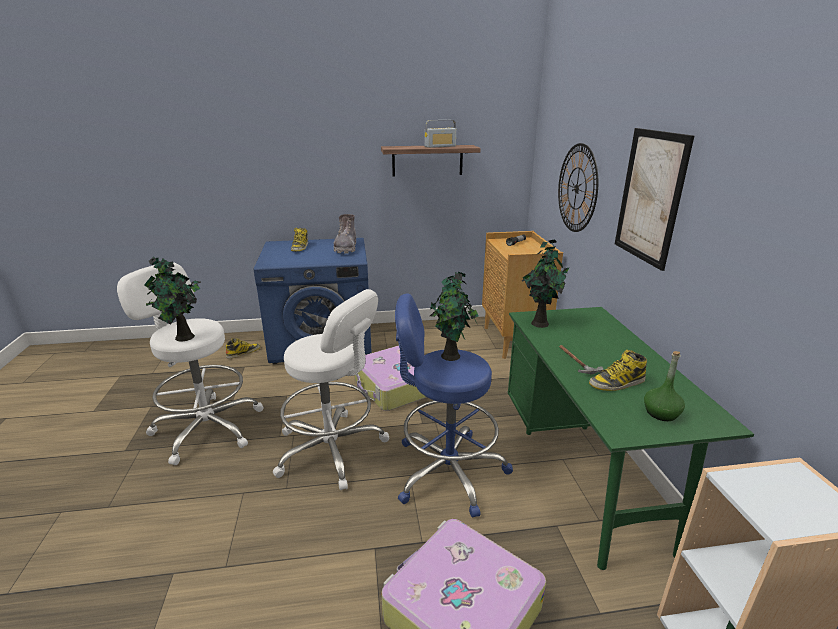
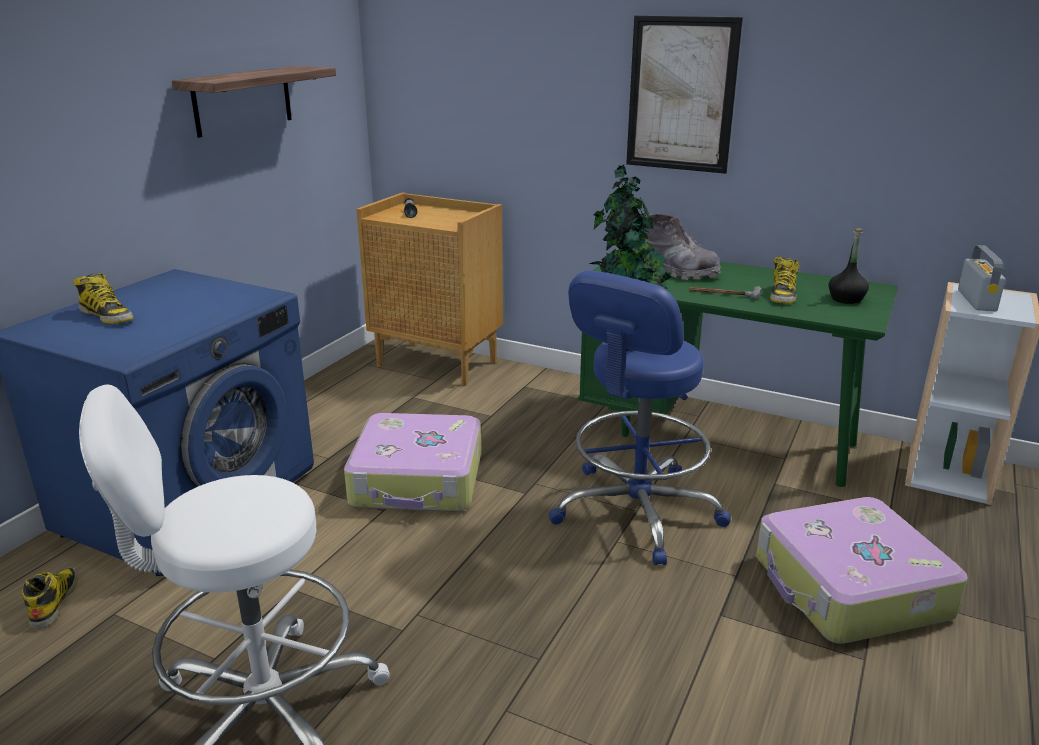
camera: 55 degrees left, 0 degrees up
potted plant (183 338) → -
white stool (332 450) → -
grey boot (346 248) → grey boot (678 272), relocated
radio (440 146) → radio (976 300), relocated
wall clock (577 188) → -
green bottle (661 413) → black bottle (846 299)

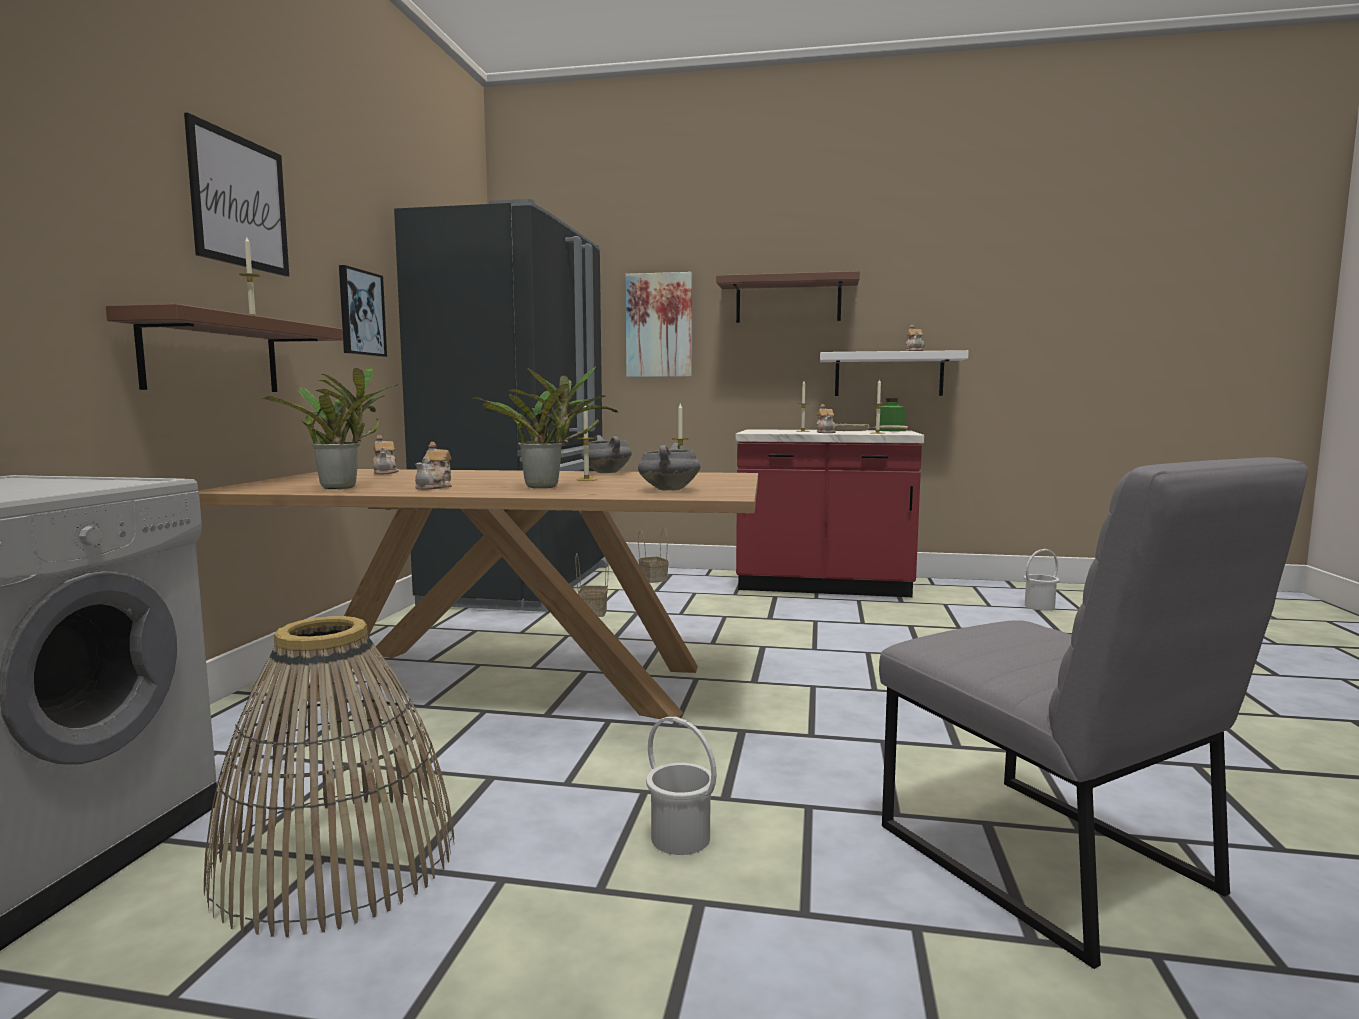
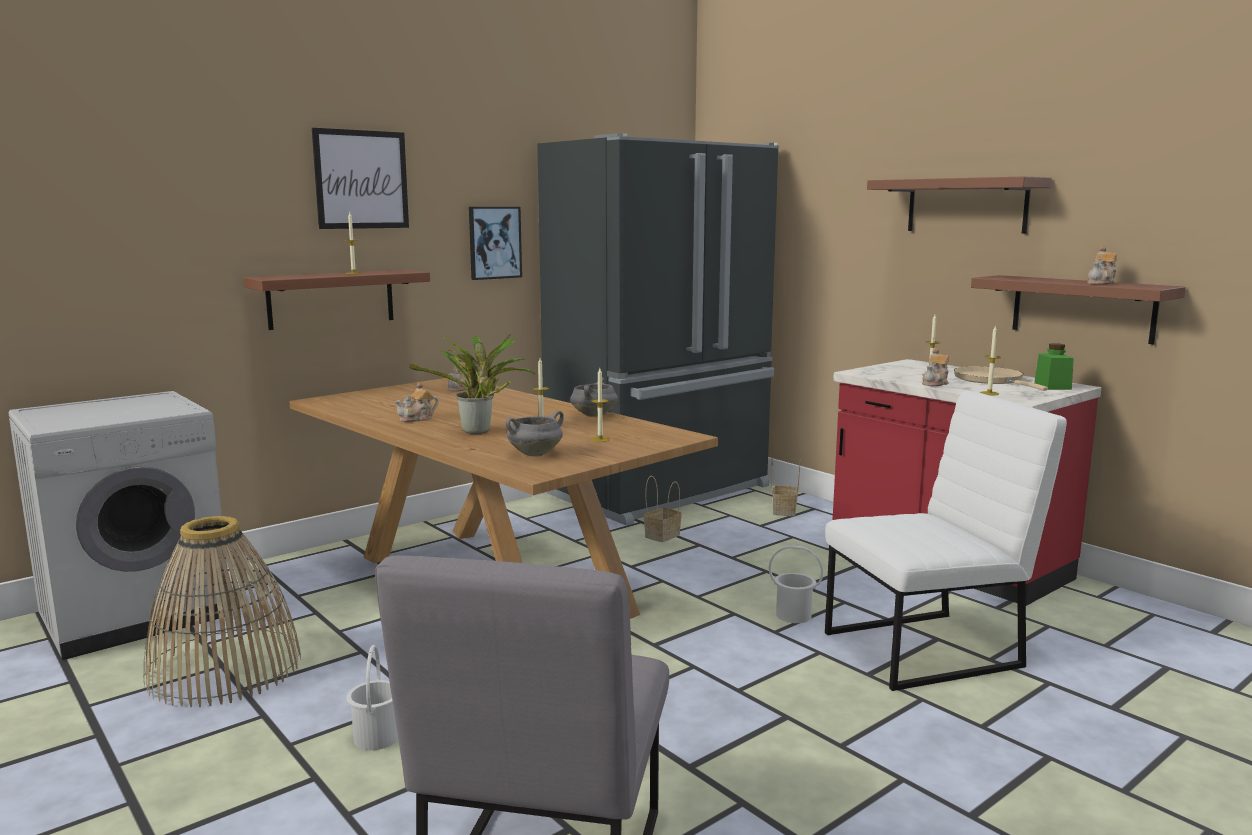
camera: 40 degrees right, 5 degrees up
potted plant (343 487) → -
picture (659 325) → -
white shelf (888 374) → brown shelf (1082 308)
white bucket (1039 606) → white bucket (793 615), relocated
- → white chair (927 649)

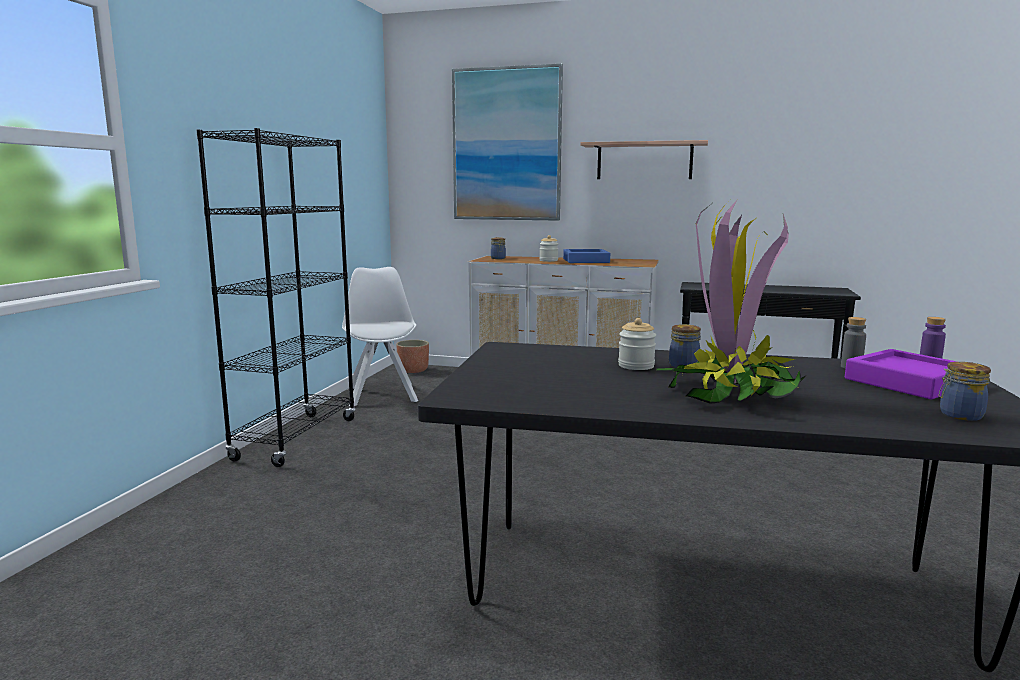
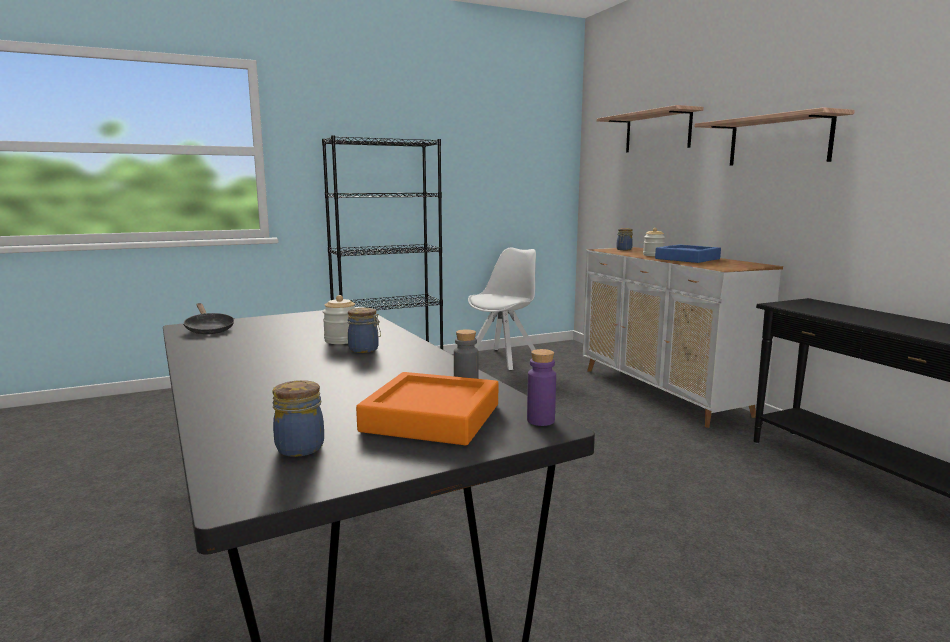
camera: 50 degrees right, 0 degrees up
planter (413 370) → -
picture (506 145) → shelf (657 132)
potted plant (731 392) → -
purple tray (908 382) → orange tray (431 418)
- → black frying pan (208 329)

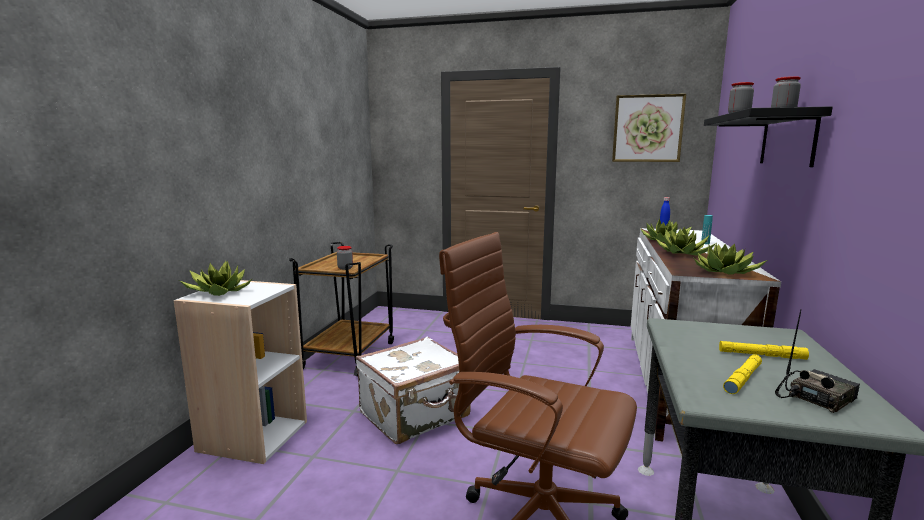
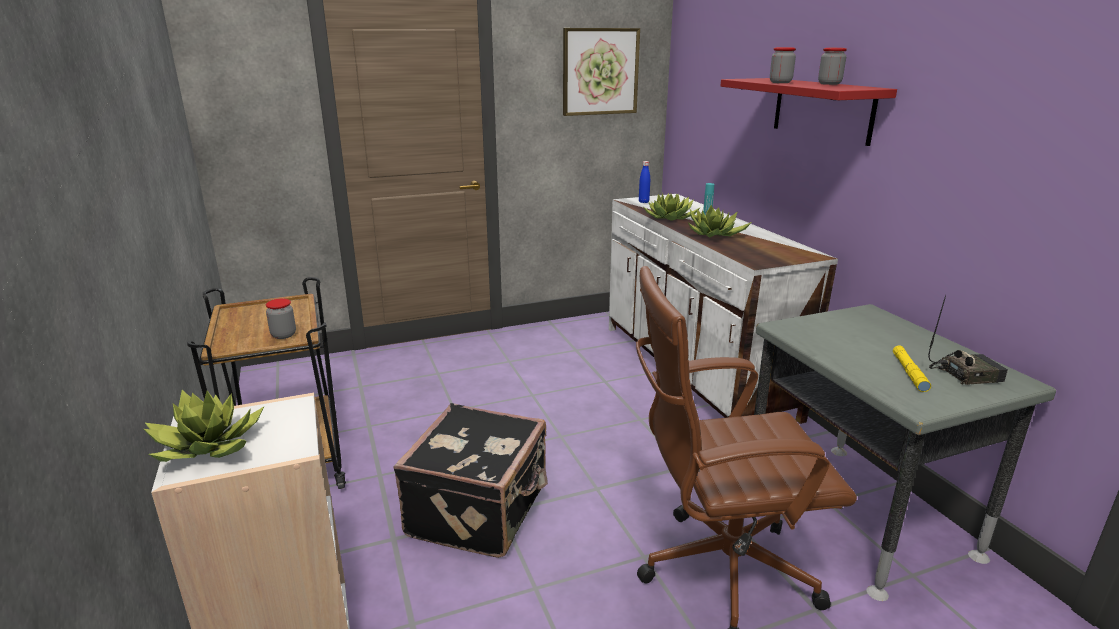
camera: 35 degrees left, 10 degrees up
white suitcase (416 415) → black suitcase (480 510)
potted plant (725 272) → -
black shelf (787 139) → red shelf (822 109)
yellow flashlight (761 355) → -
radio (814 397) → radio (965 374), 60 degrees clockwise

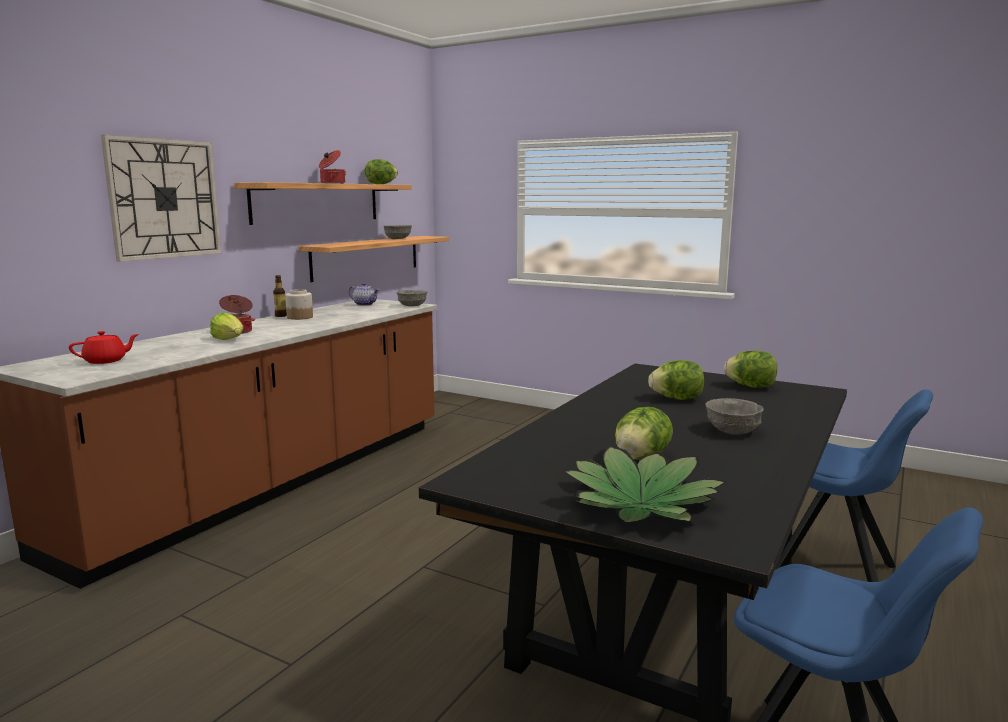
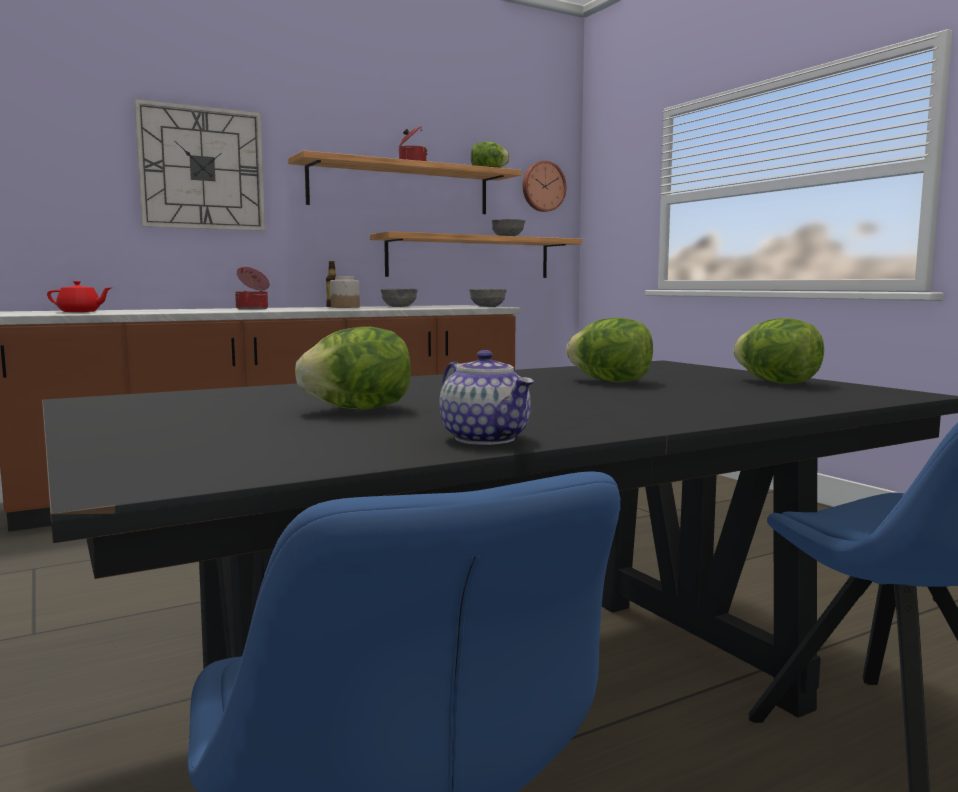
camera: 30 degrees right, 5 degrees down
lettuce (229 340) → -
teapot (365 304) → teapot (486 438), relocated
potted plant (640 503) → -
grey bowl (733 431) → grey bowl (400 306), relocated
- → wall clock (542 186)

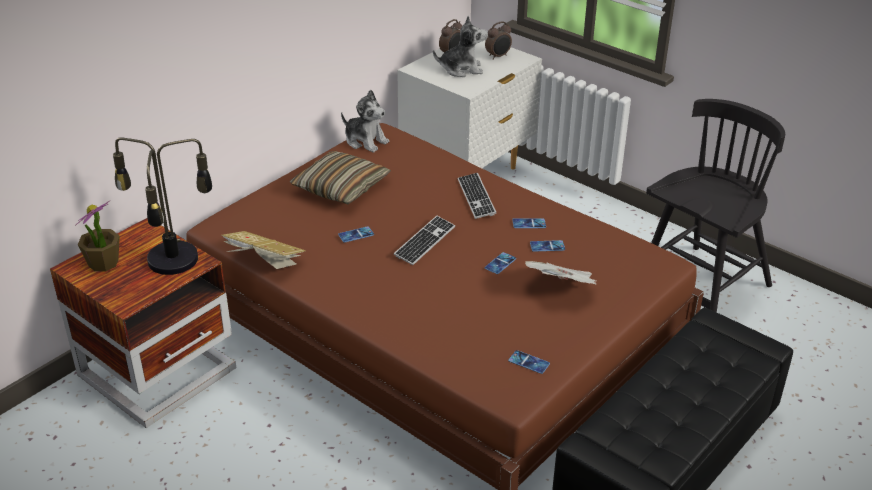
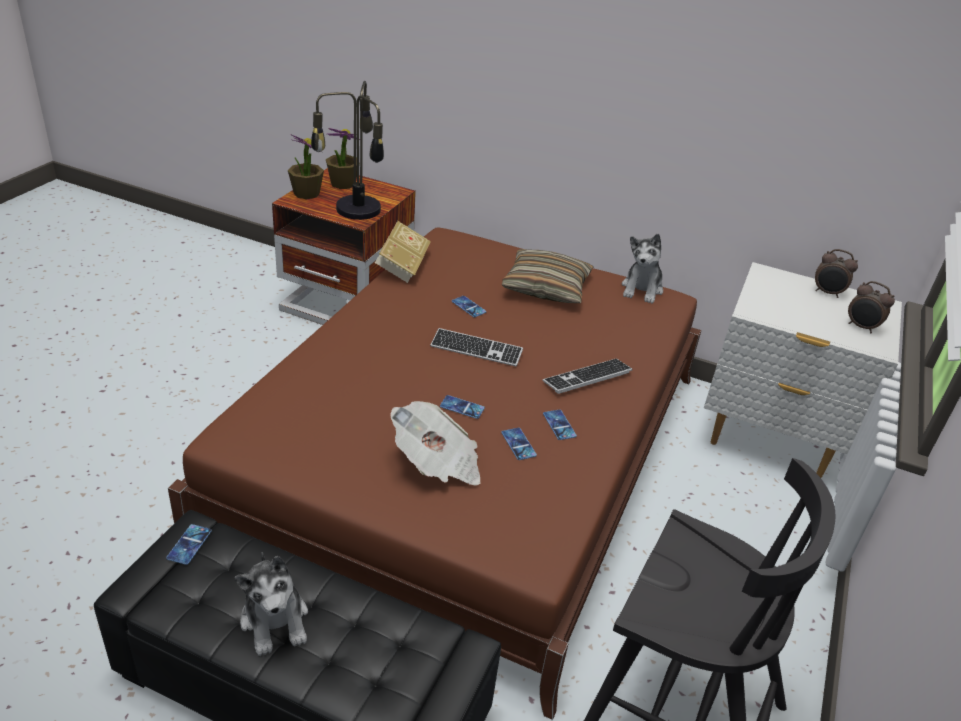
camera: 70 degrees right, 0 degrees up
plush toy (461 69) → plush toy (275 620), relocated
phone (529 362) → phone (189 544), relocated
- → potted plant (306 193)

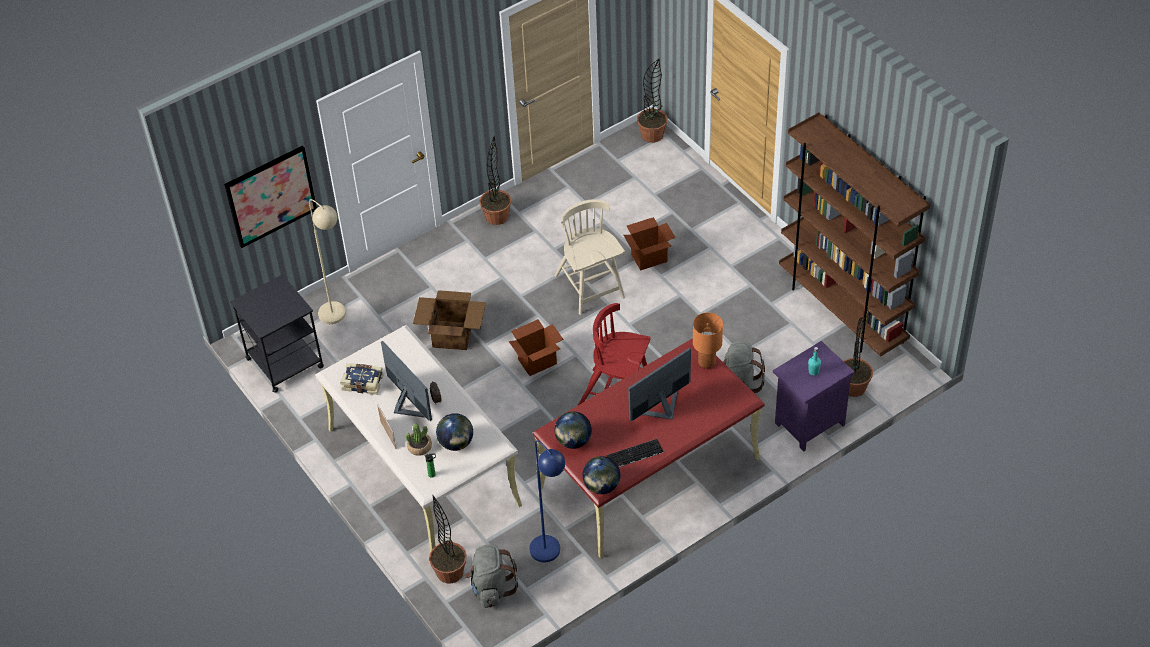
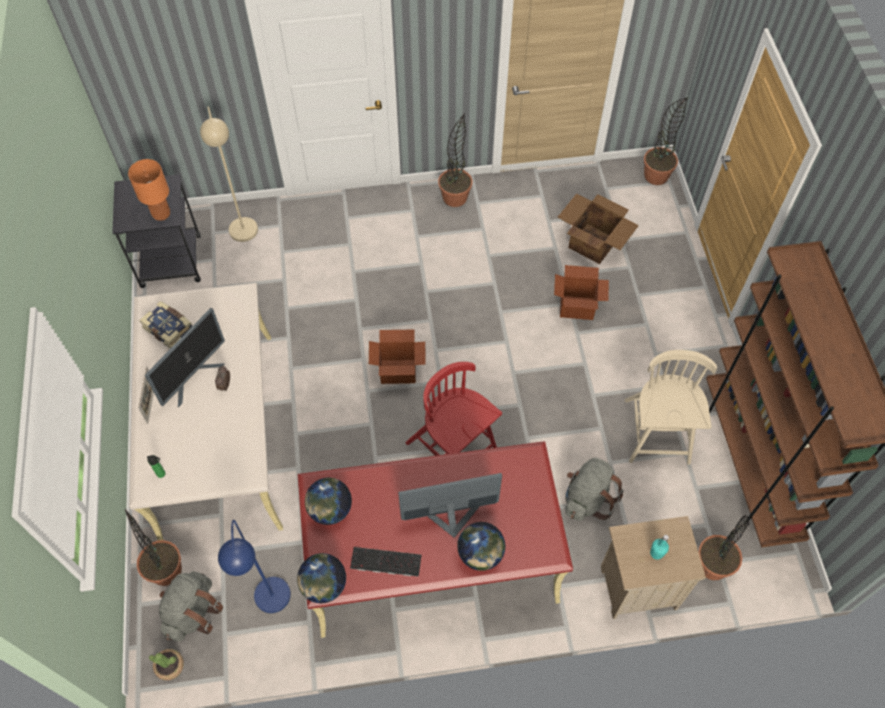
camera: 25 degrees right, 10 degrees up
picture (270 196) → -
monitor (407 405) → monitor (193 377), 45 degrees clockwise
potted plant (419 447) → potted plant (169 665), relocated
cardboard box (451 335) → cardboard box (592 243), relocated
globe (456 443) → globe (480 554), relocated
beige chair (590 287) → beige chair (657 433), relocated
orange table lamp (706 363) → orange table lamp (161 215), relocated
purple nightstand (807 423) → beige nightstand (636 585)

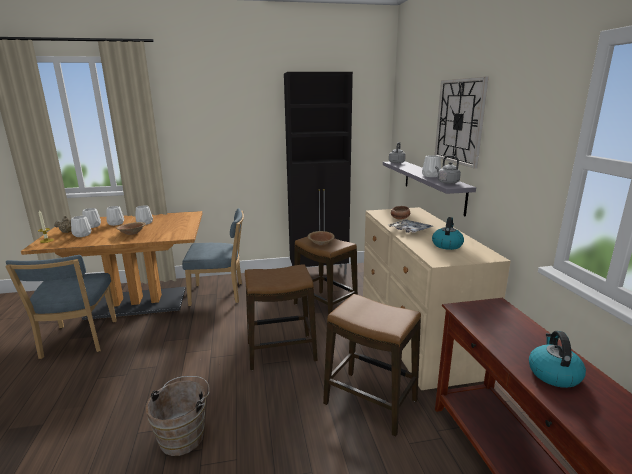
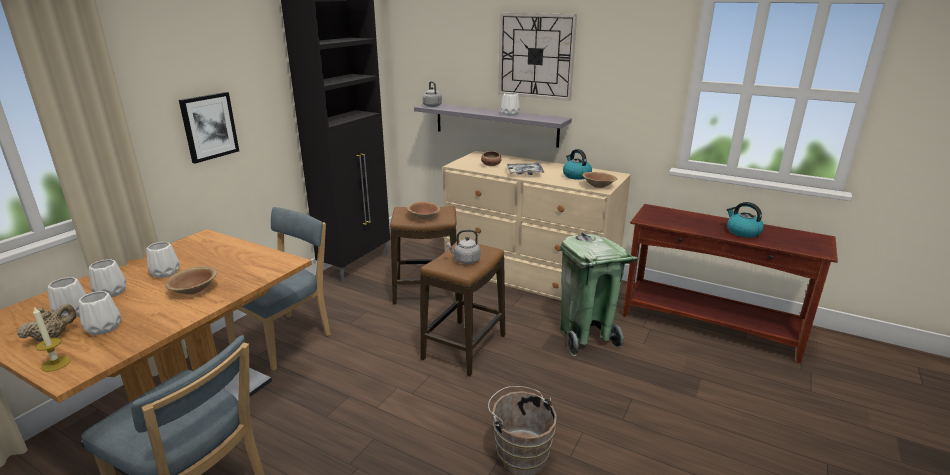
camera: 50 degrees left, 5 degrees up
stool (370 402) → green trash can (586 337)
grey kettle (447 182) → grey kettle (465 260), relocated
- → picture (209 126)
- → brown bowl (598 186)

